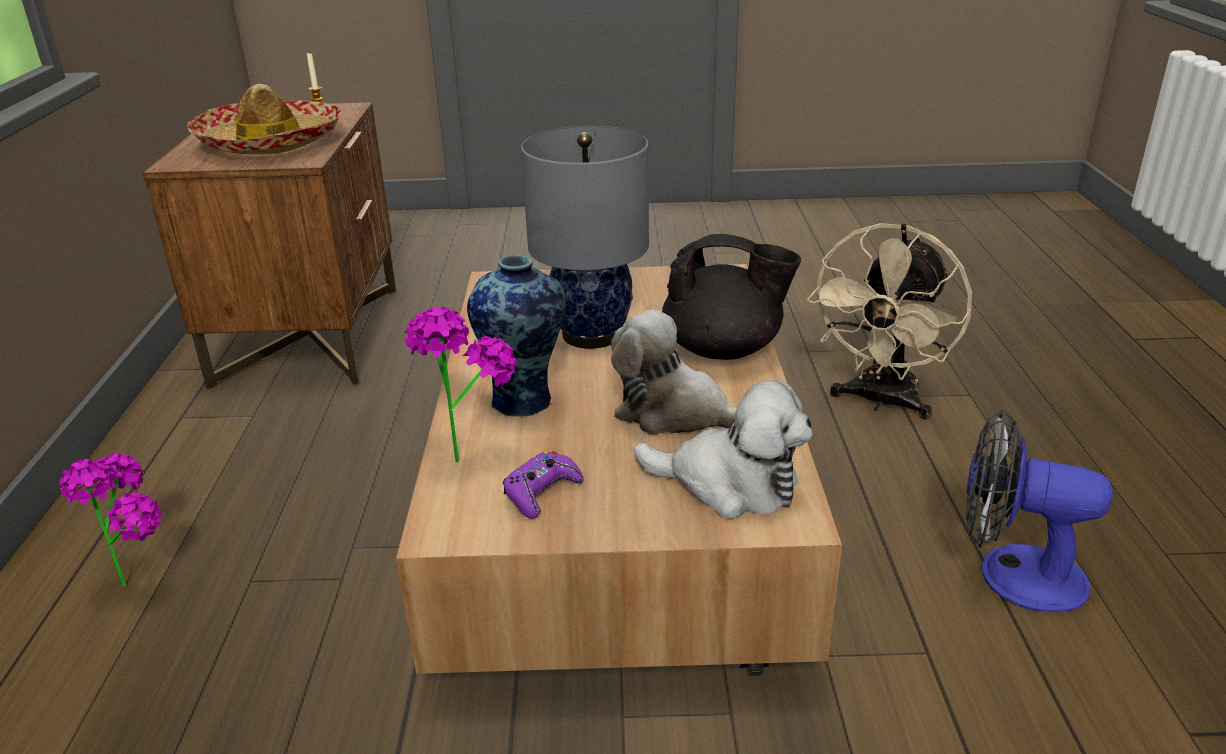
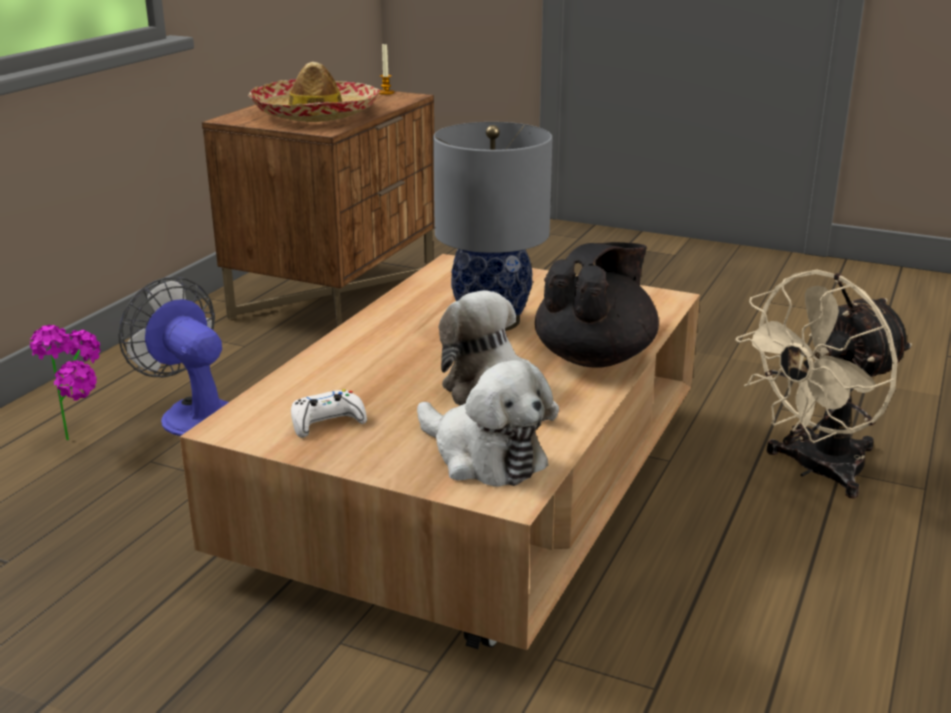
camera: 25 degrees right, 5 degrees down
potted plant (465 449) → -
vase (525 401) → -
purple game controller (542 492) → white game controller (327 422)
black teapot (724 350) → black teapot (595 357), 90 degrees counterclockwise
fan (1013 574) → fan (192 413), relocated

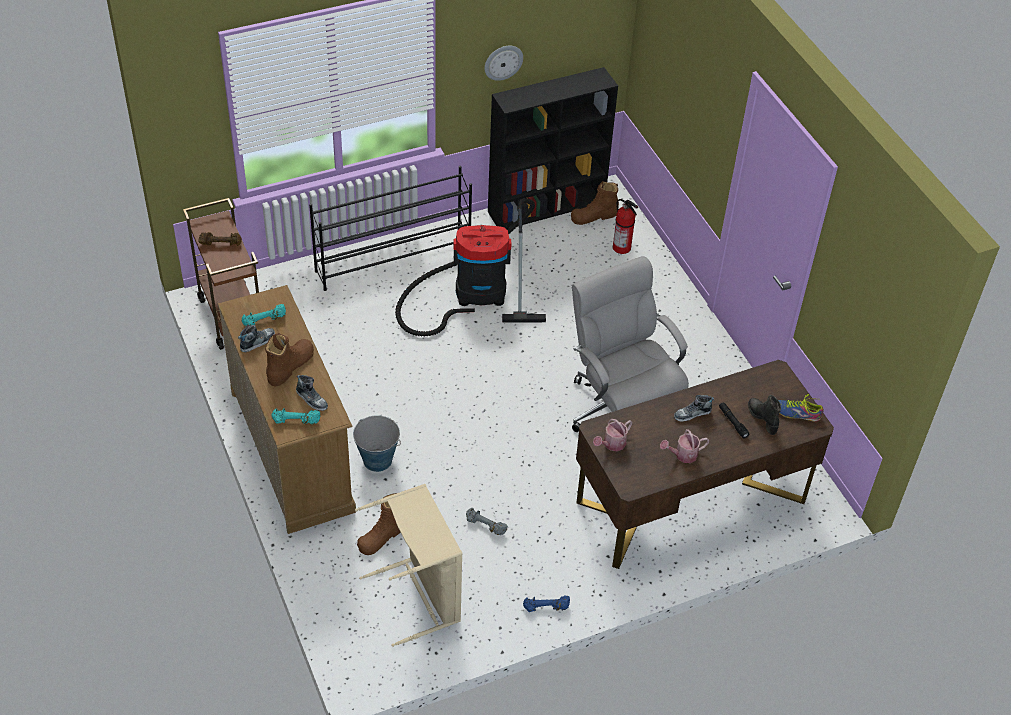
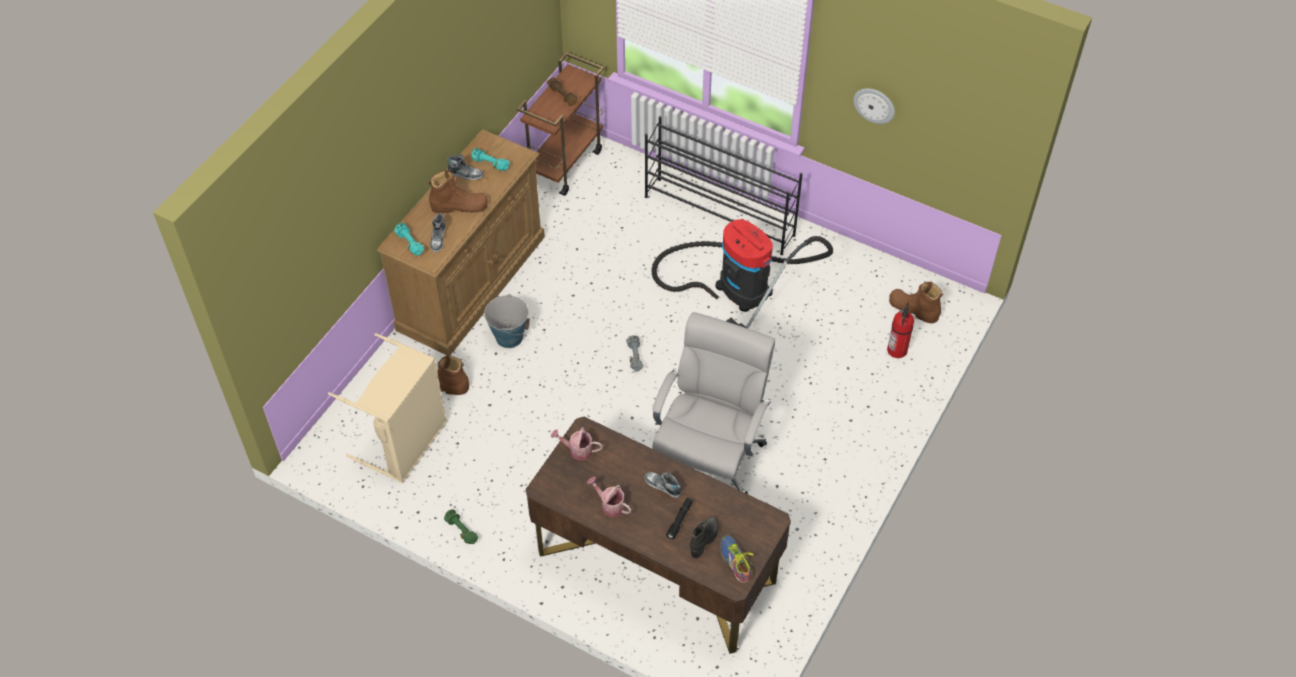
camera: 55 degrees right, 5 degrees up
grey dumbbell (485 526) → grey dumbbell (634 356), relocated
black bookcase (547 206) → -
blue dumbbell (546 608) → green dumbbell (461 530)

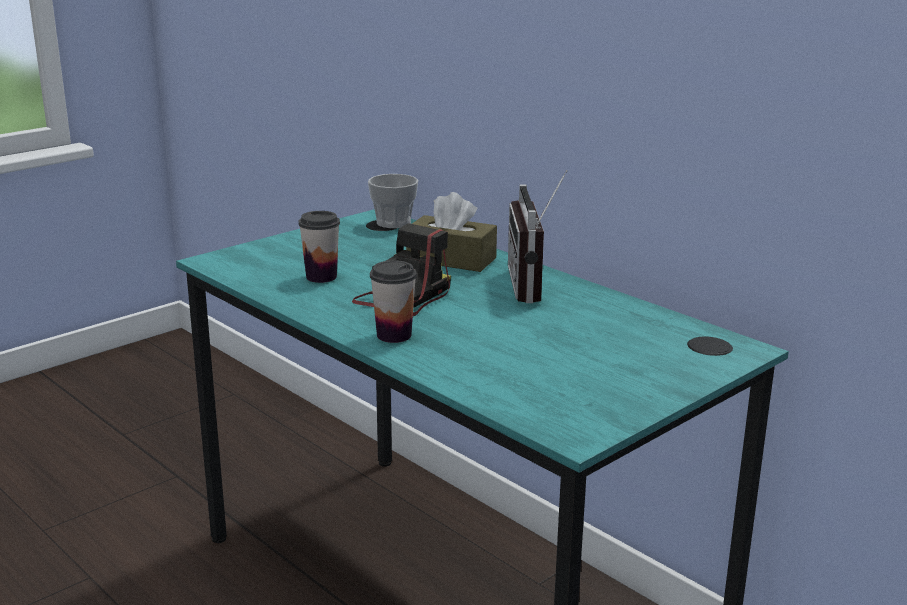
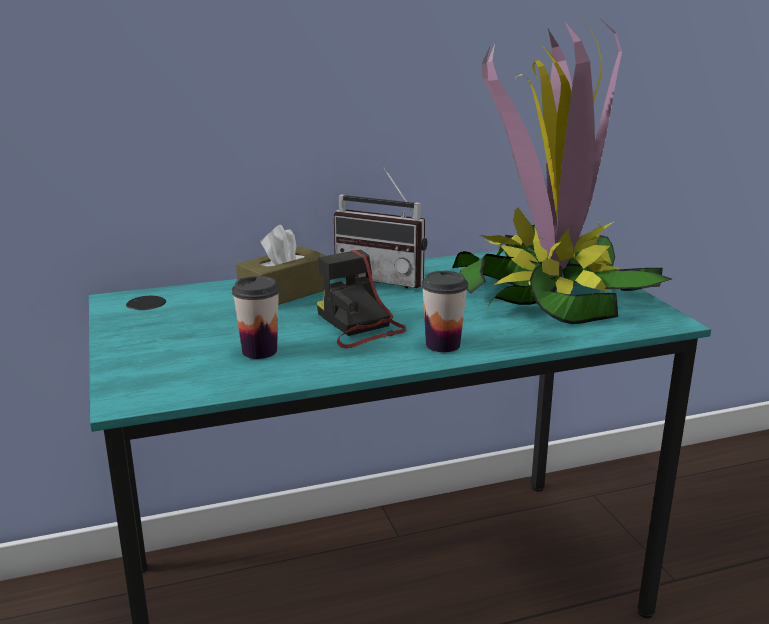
camera: 65 degrees left, 0 degrees up
cup (393 223) → -
- → potted plant (549 293)

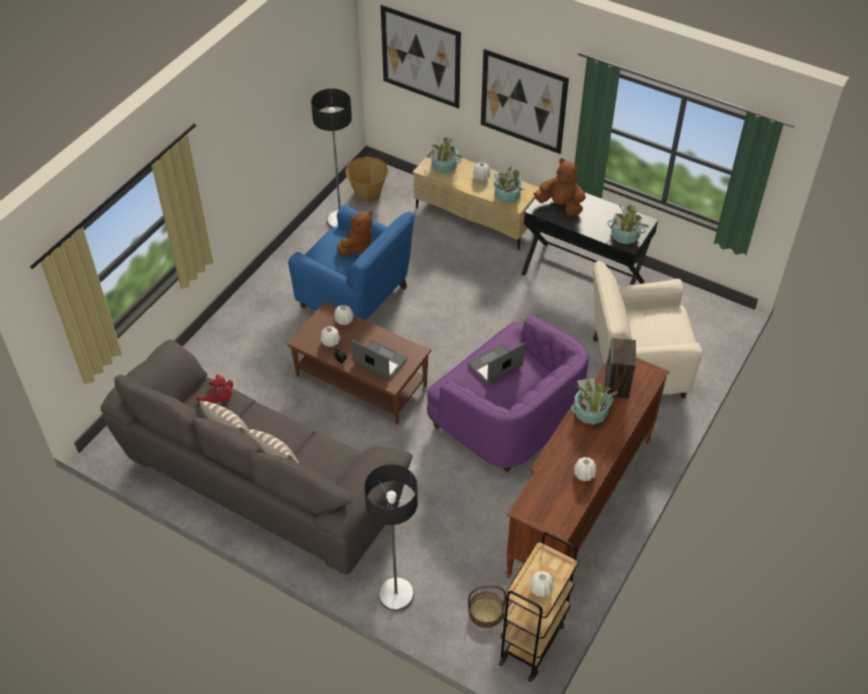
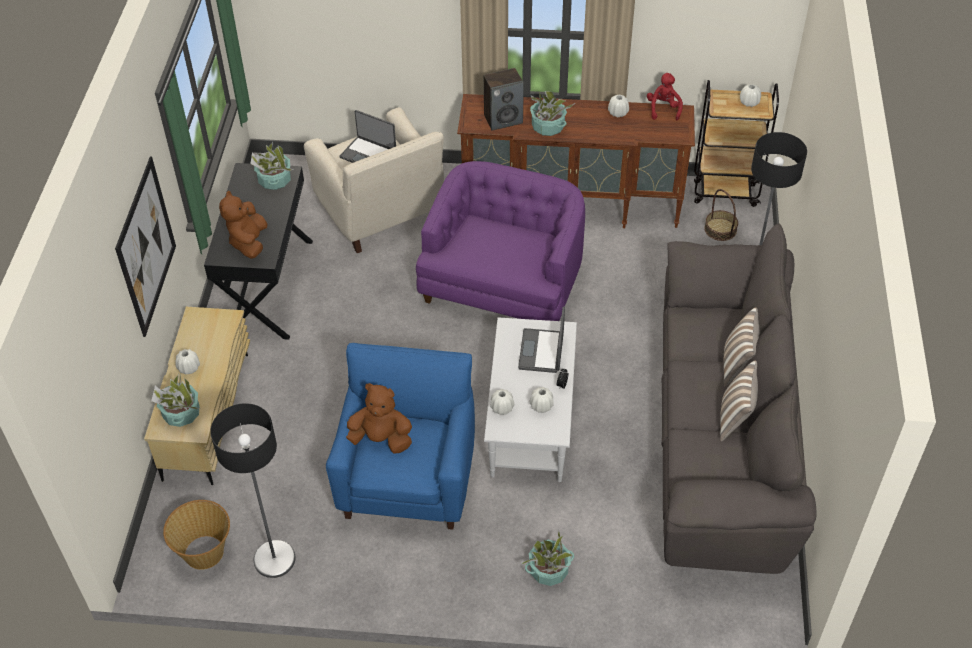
camera: 115 degrees left, 0 degrees up
red plush toy (219 398) → red plush toy (663 109), relocated
brown coffee table (360 381) → white coffee table (531 419)
picture (421 57) → -
laptop (495 366) → laptop (368 154), relocated
potted plant (507 195) → potted plant (549 570), relocated

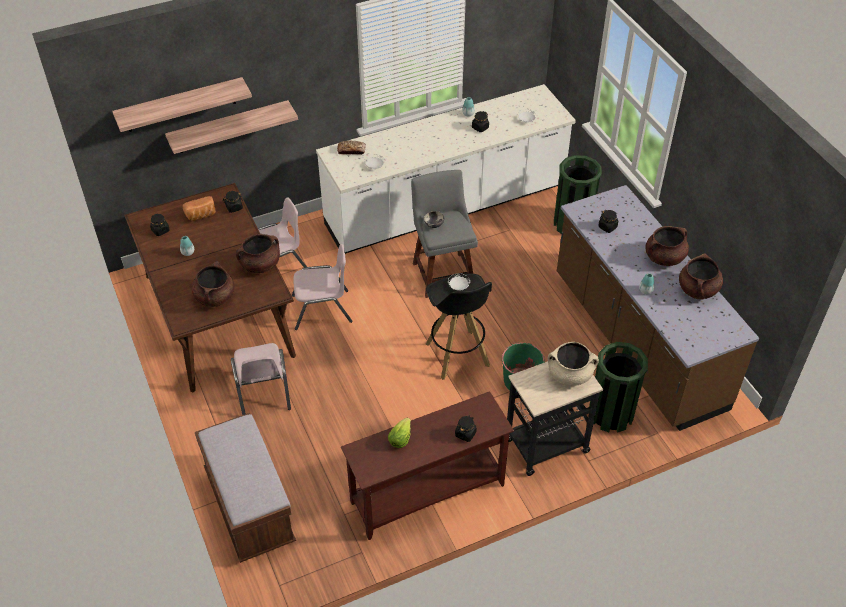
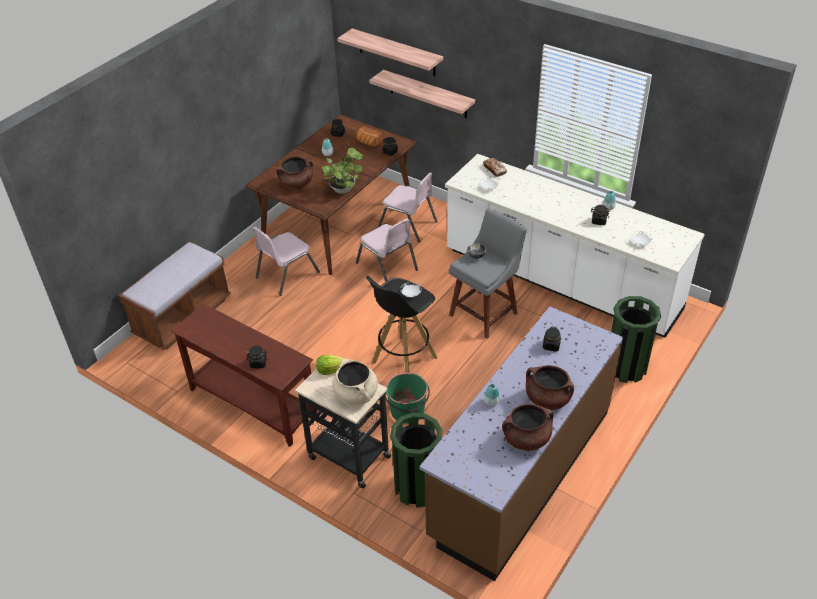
camera: 60 degrees right, 5 degrees down
brown cooking pot (260 265) → potted plant (344 189)
lettuce (400 439) → lettuce (330 370), relocated

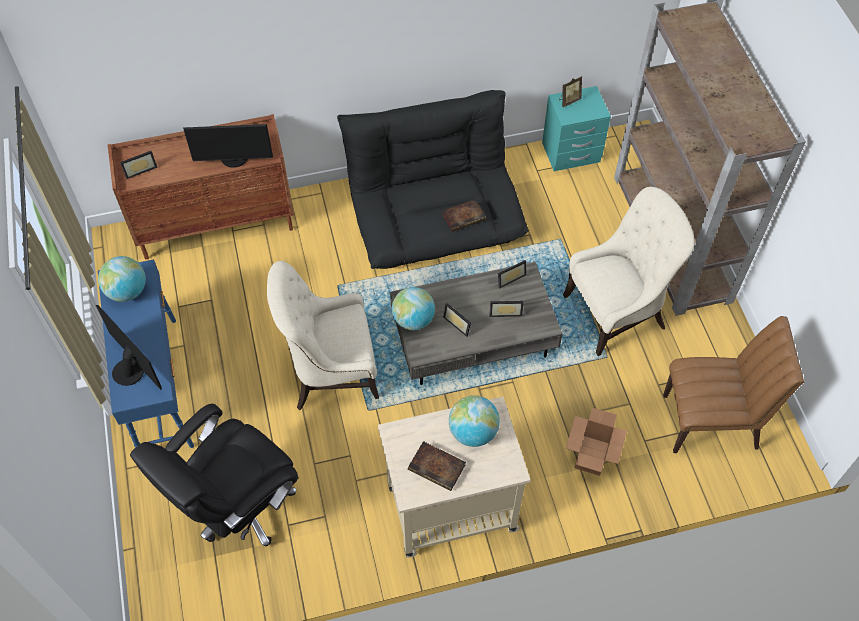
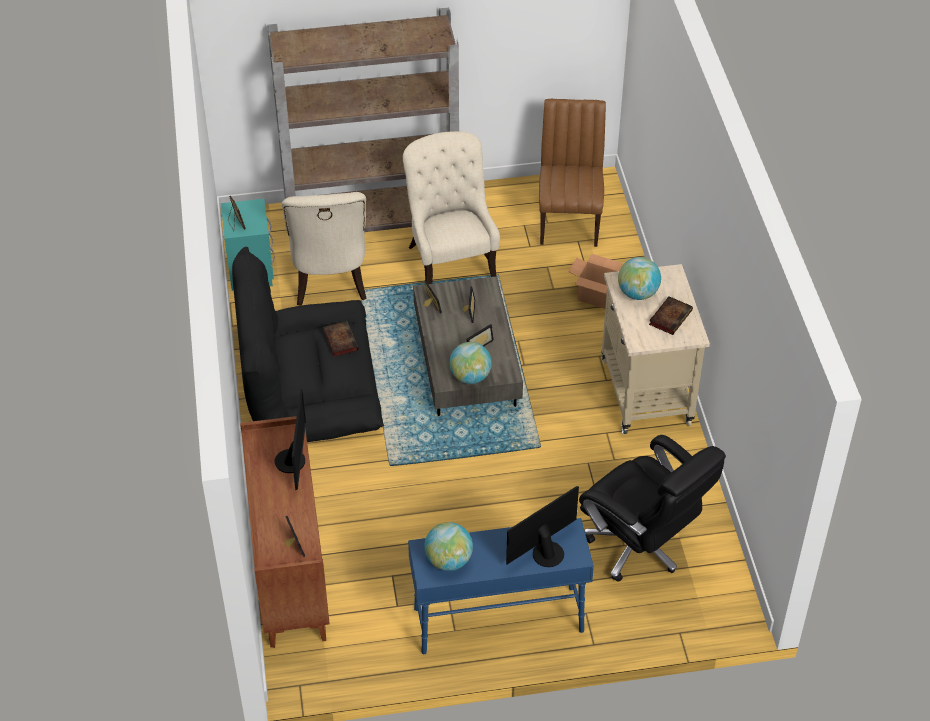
camera: 85 degrees left, 10 degrees down
beige armchair (331 371) → beige armchair (330 278), relocated

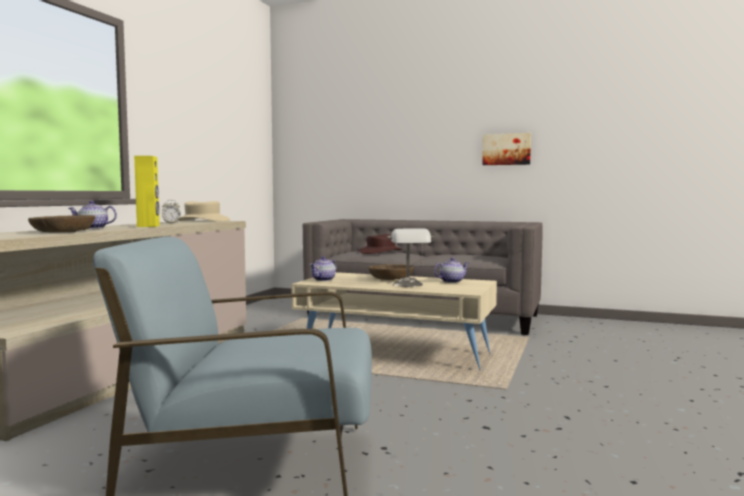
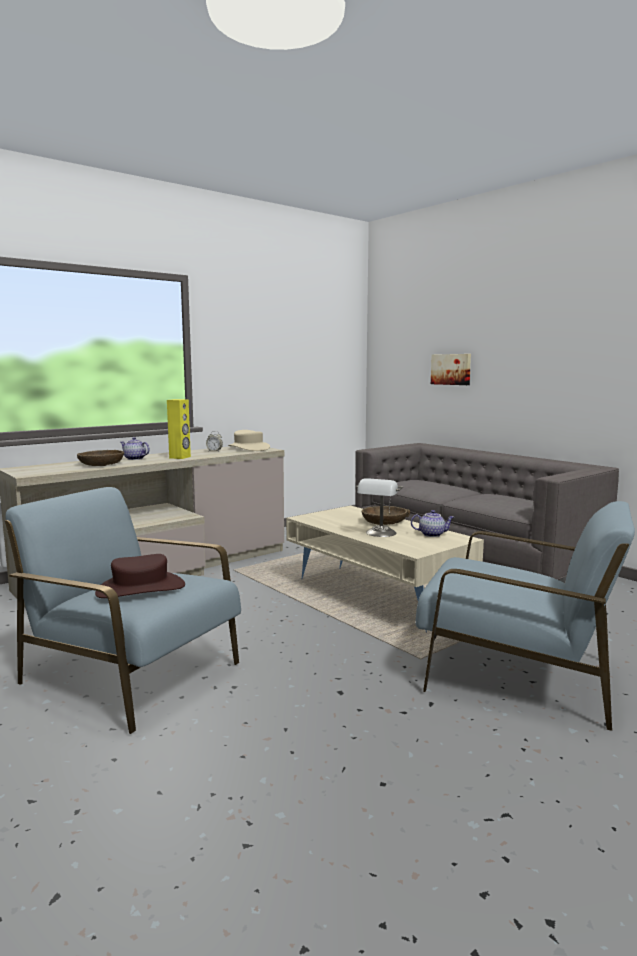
camera: 30 degrees right, 5 degrees up
teapot (323 280) → -
brown hat (381 252) → brown hat (141 589), relocated
picture (506 149) → picture (451 369), relocated
- → blue armchair (516 676)

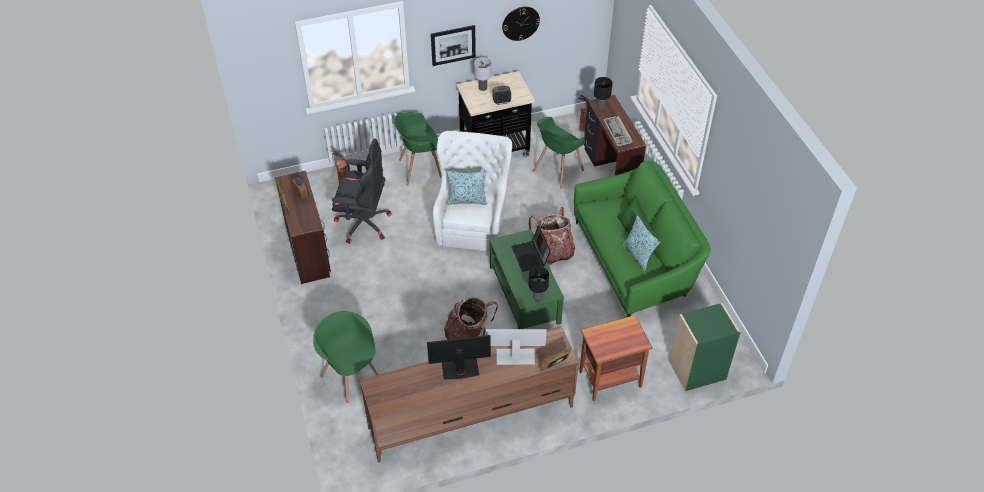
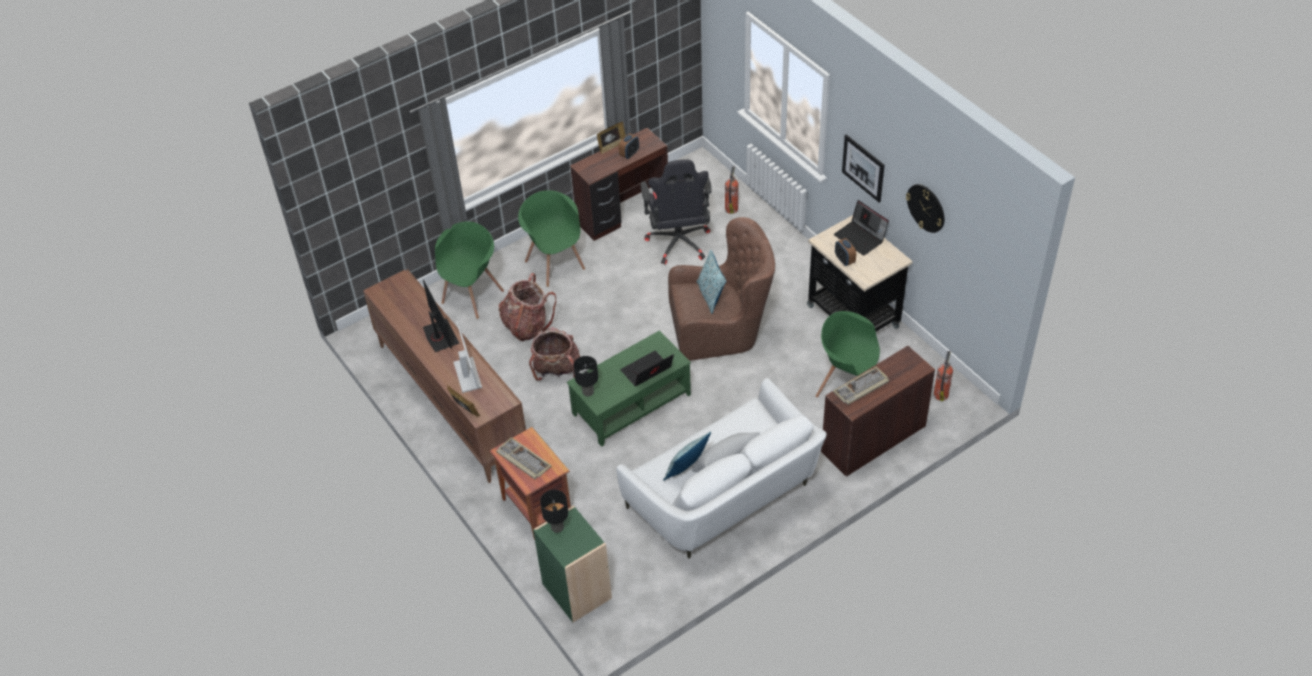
camera: 75 degrees right, 0 degrees up
green chair (419 169) → green chair (555 264), relocated
white armchair (473 222) → brown armchair (722 331)
white table lamp (483 88) → laptop (861 238)
backpack (552 252) → backpack (527 325), relocated
green sofa (635 261) → white sofa (725 496)
black table lamp (601 107) → black table lamp (558 528), relocated
- → keyboard (523 460)

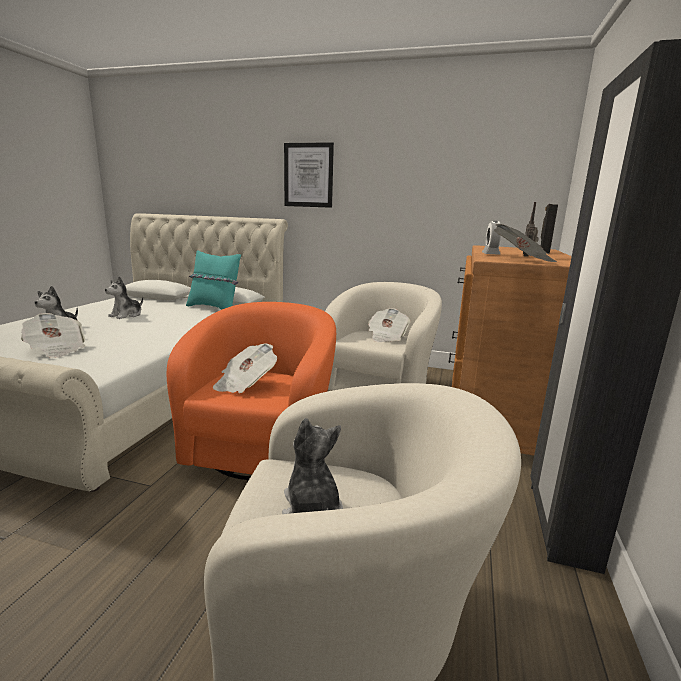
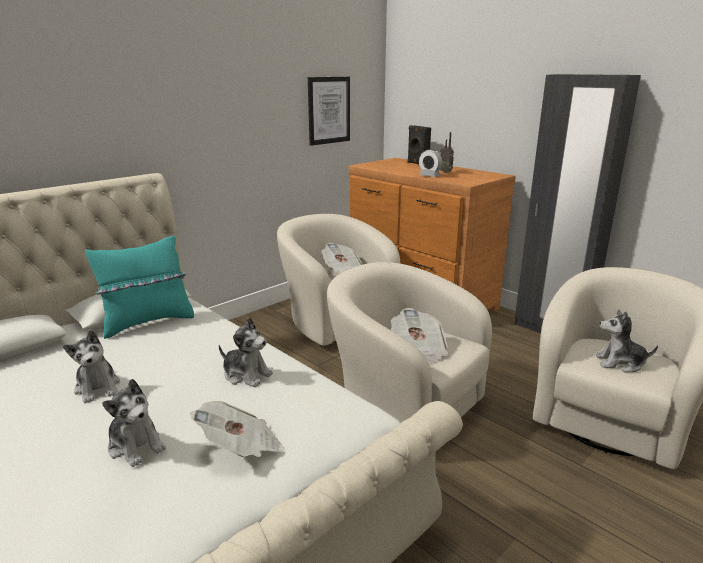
camera: 60 degrees left, 5 degrees up
orange armchair (263 448) → beige armchair (403 407)
picture (308 175) → picture (329 110), relocated
newspaper (522 261) → -
- → plush toy (246 375)

